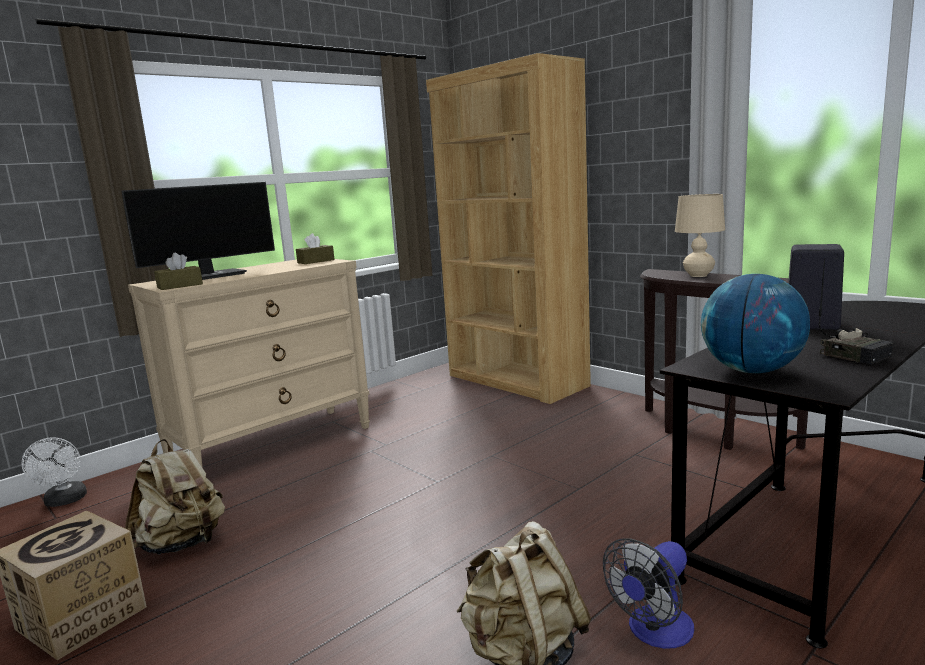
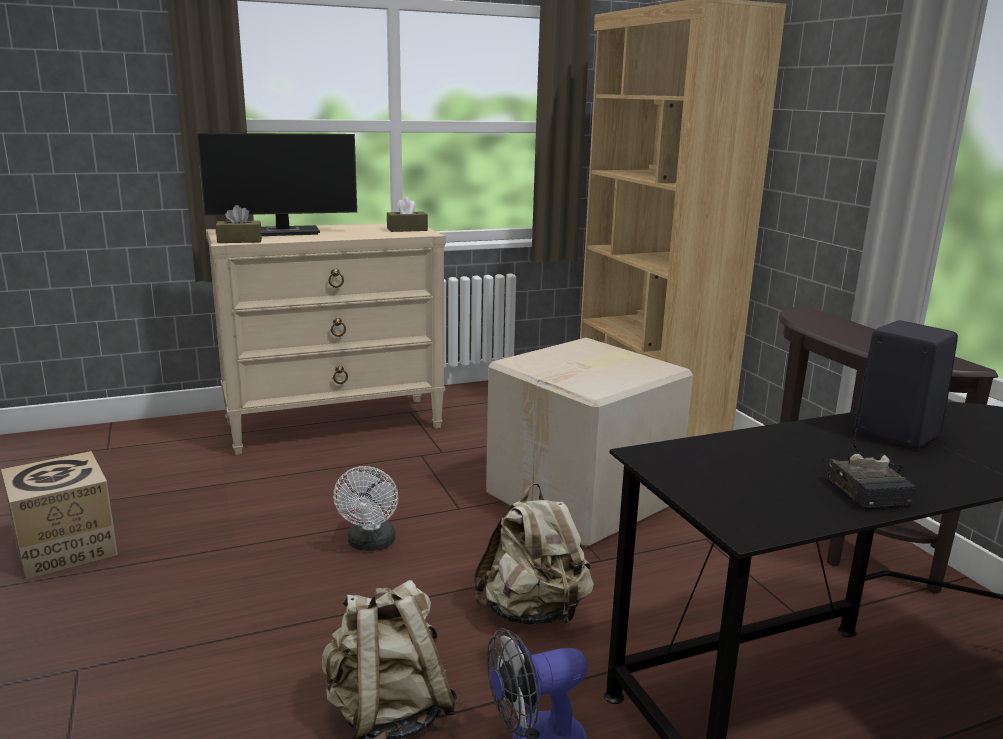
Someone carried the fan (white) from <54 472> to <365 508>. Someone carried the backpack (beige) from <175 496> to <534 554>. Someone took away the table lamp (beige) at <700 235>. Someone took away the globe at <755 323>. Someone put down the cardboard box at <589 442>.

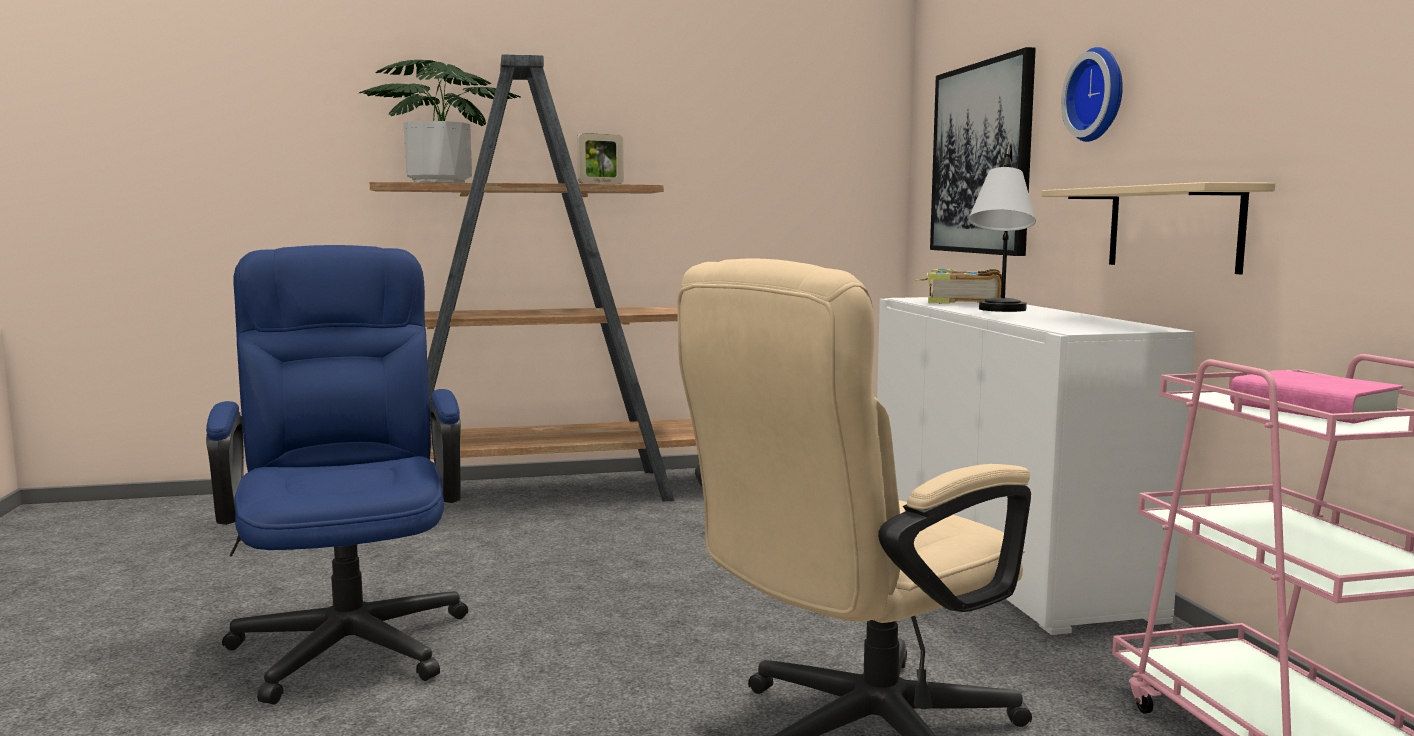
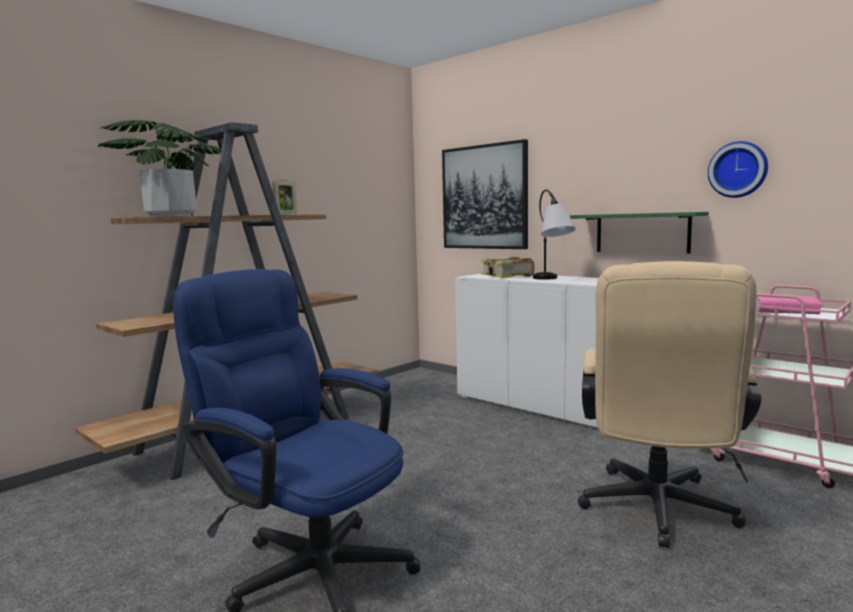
Someone repainted the shelf (beige) at <1158 228>, which became the shelf (green) at <639 233>. Someone carried the wall clock from <1092 94> to <738 169>.

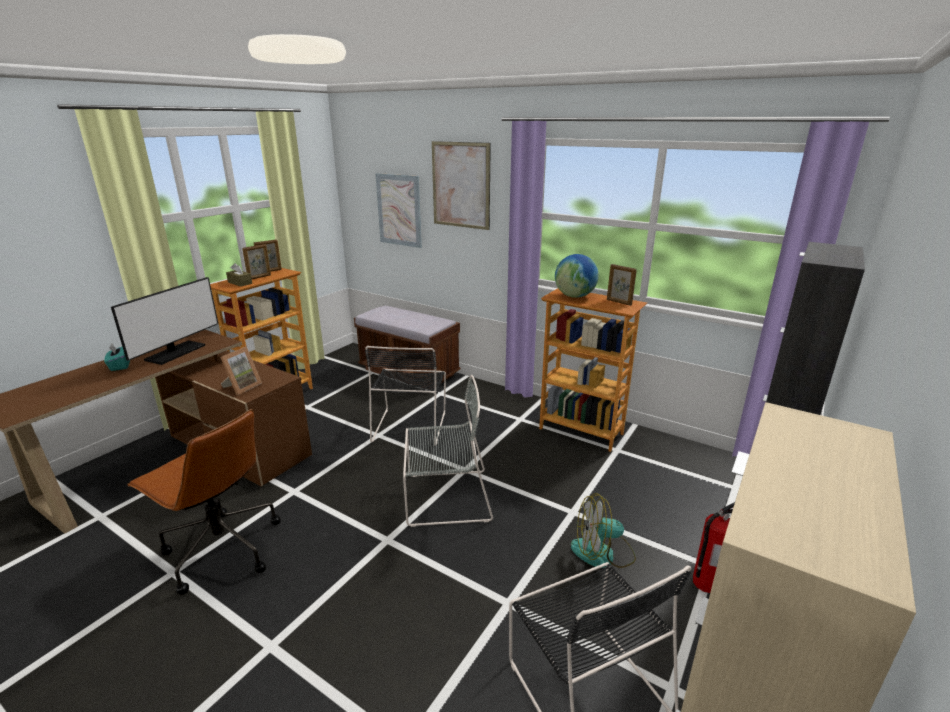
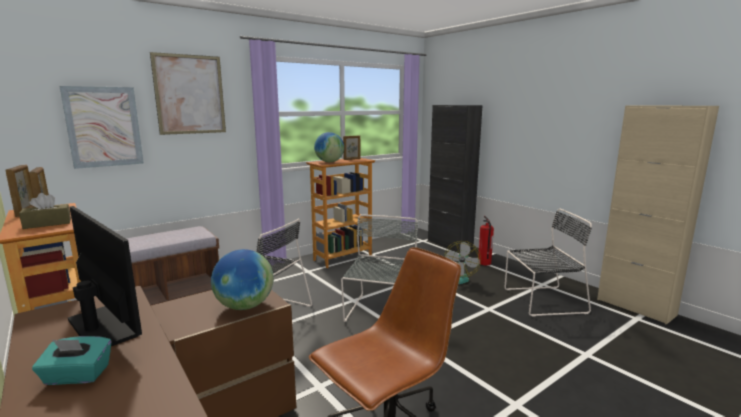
Someone swapped the picture frame at <241 371> for the globe at <242 279>.

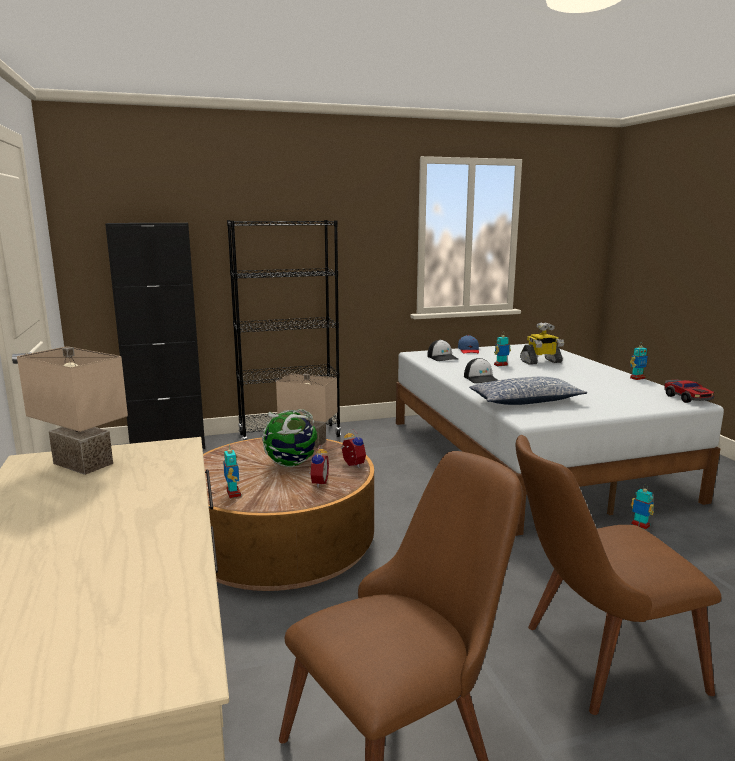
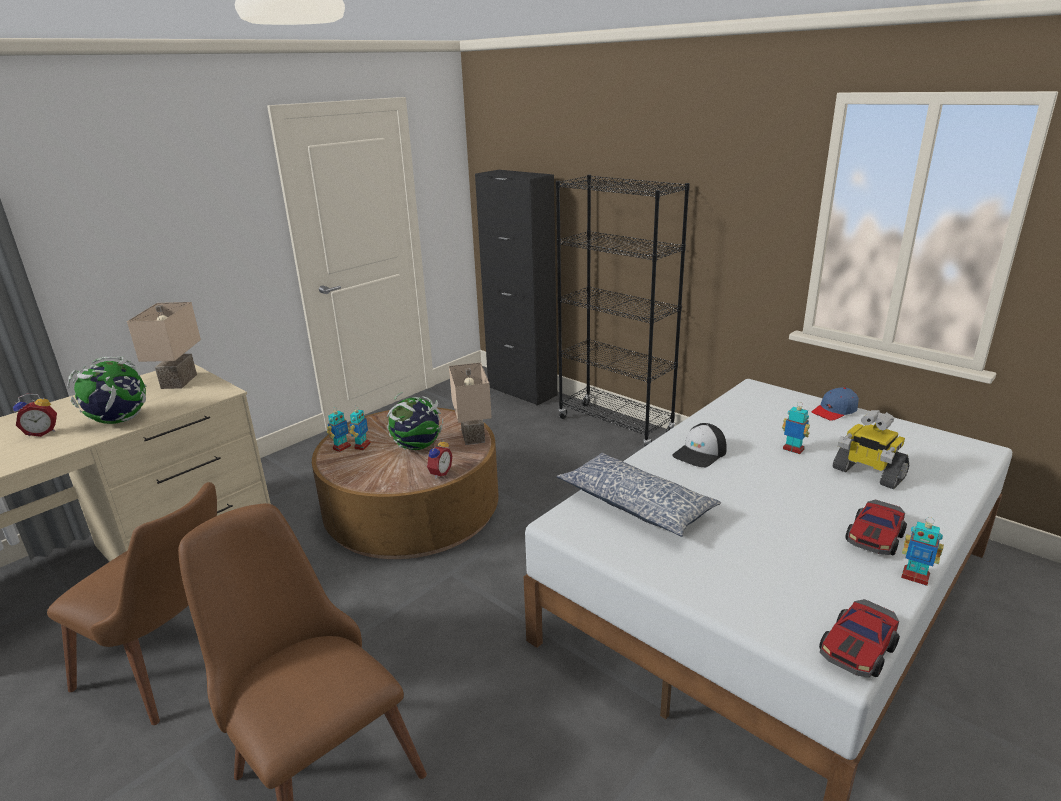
Someone carried the alarm clock from <318 466> to <35 415>. Someone took away the cap at <442 350>. Someone carried the toy robot from <642 507> to <360 427>. Someone put down the globe at <107 390>. Someone put down the toy car at <876 527>.

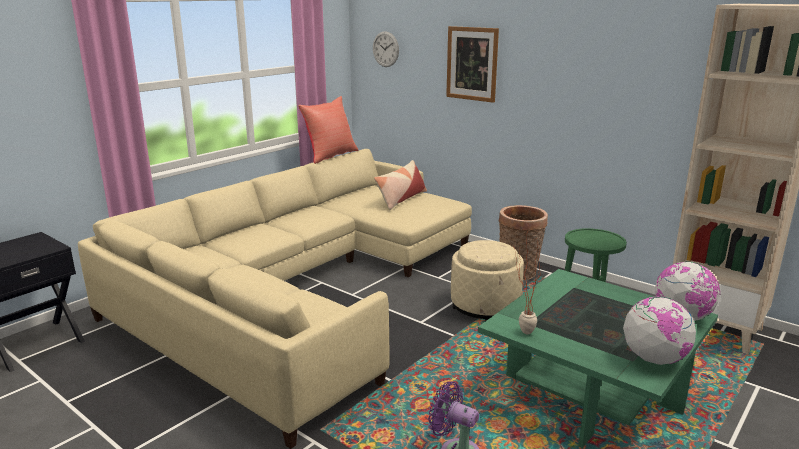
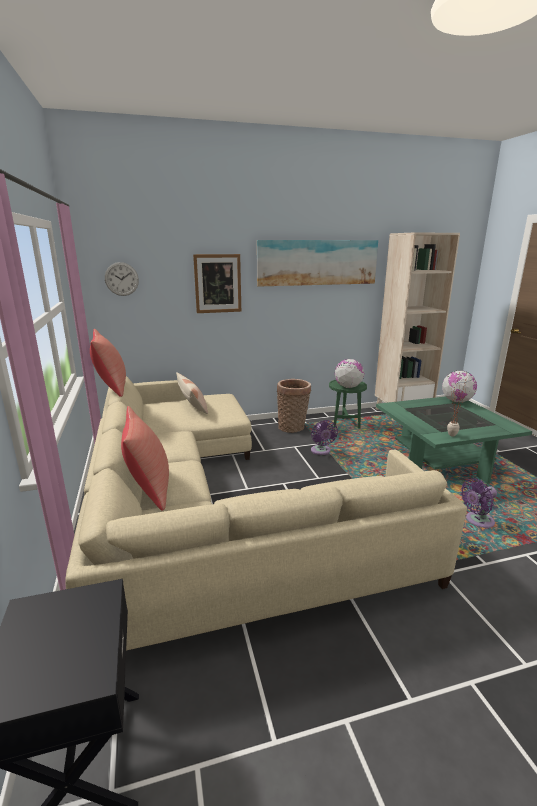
Someone swapped the ottoman (beige) at <487 280> for the fan (purple) at <324 437>. Someone carried the globe from <659 330> to <349 373>. Someone put down the pillow (red) at <145 458>. Someone put up the picture at <317 263>.

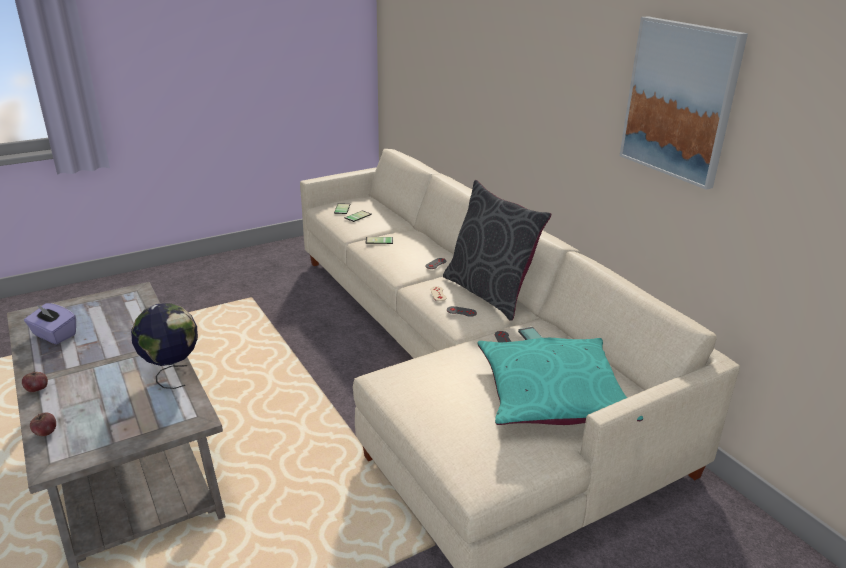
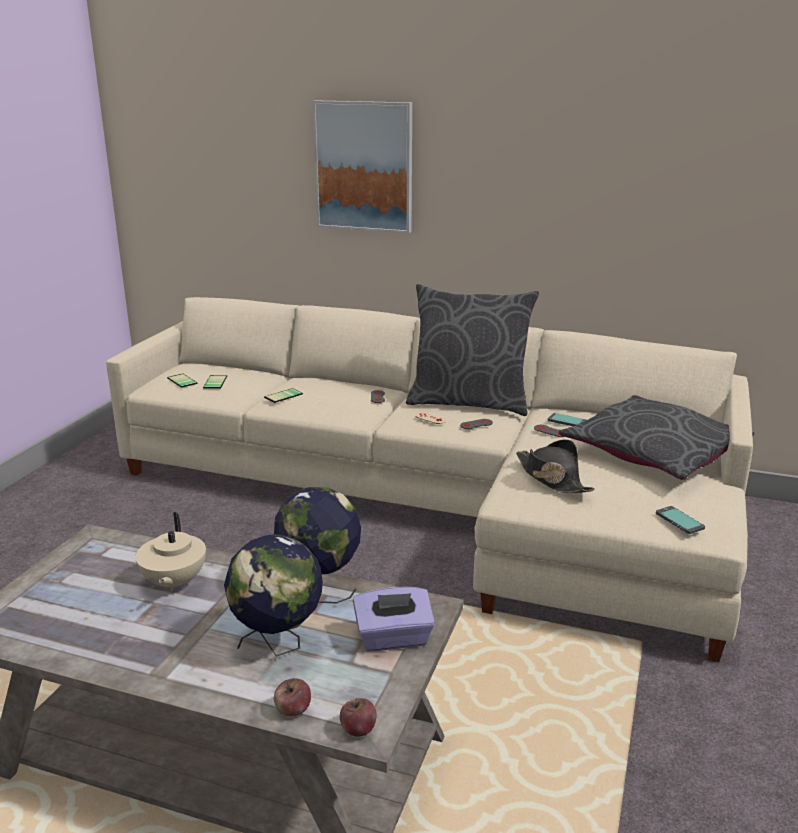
Someone carried the apple from <35 382> to <358 717>. Someone carried the tissue box (purple) from <50 323> to <394 619>. Someone repainted the pillow (turquoise) at <560 381>, which became the pillow (grey) at <656 437>. Someone carried the picture from <684 103> to <362 166>. Someone put down the teapot (beige) at <170 552>. Someone put down the globe at <273 595>. Someone put down the hat (black) at <555 466>. Someone put down the phone at <680 520>.

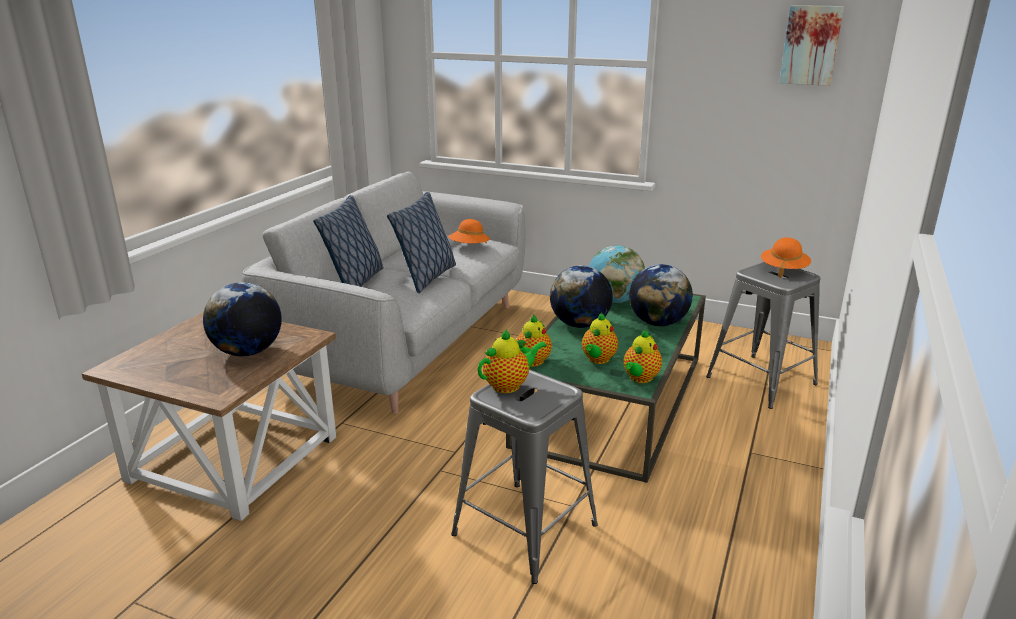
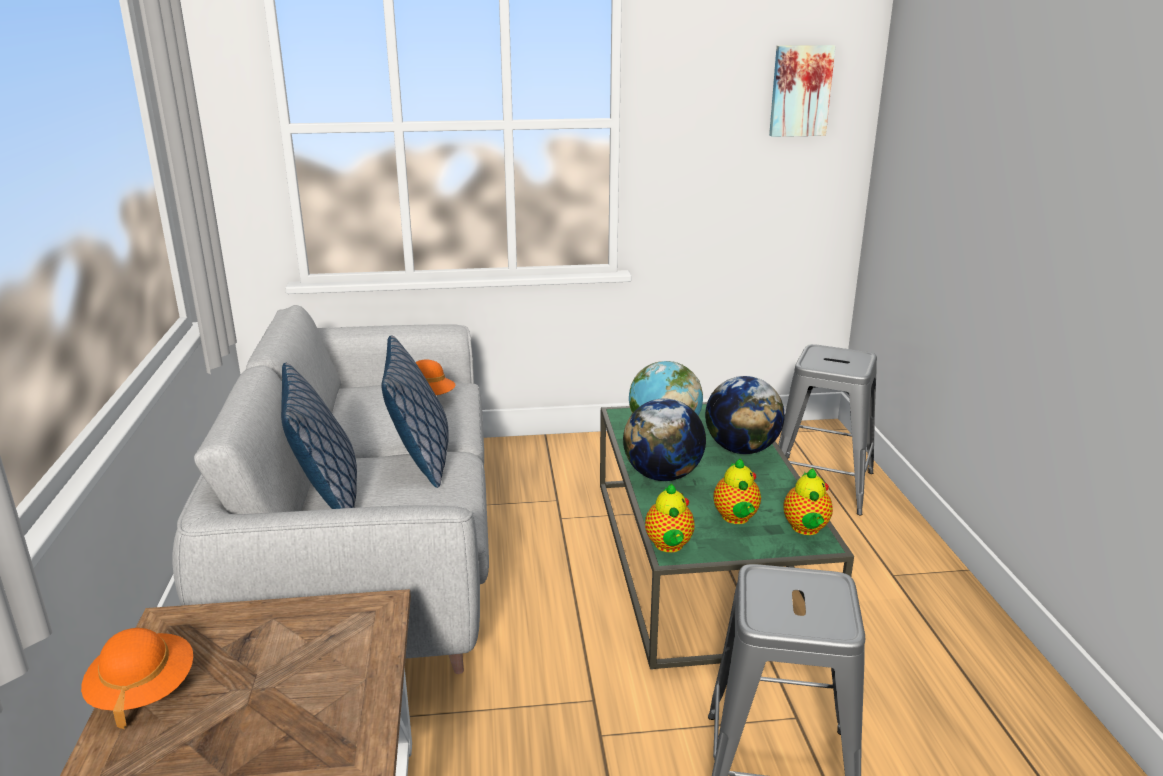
Someone took away the globe at <242 319>. Someone took away the teapot at <512 361>. Someone carried the hat (orange) from <786 258> to <137 678>.

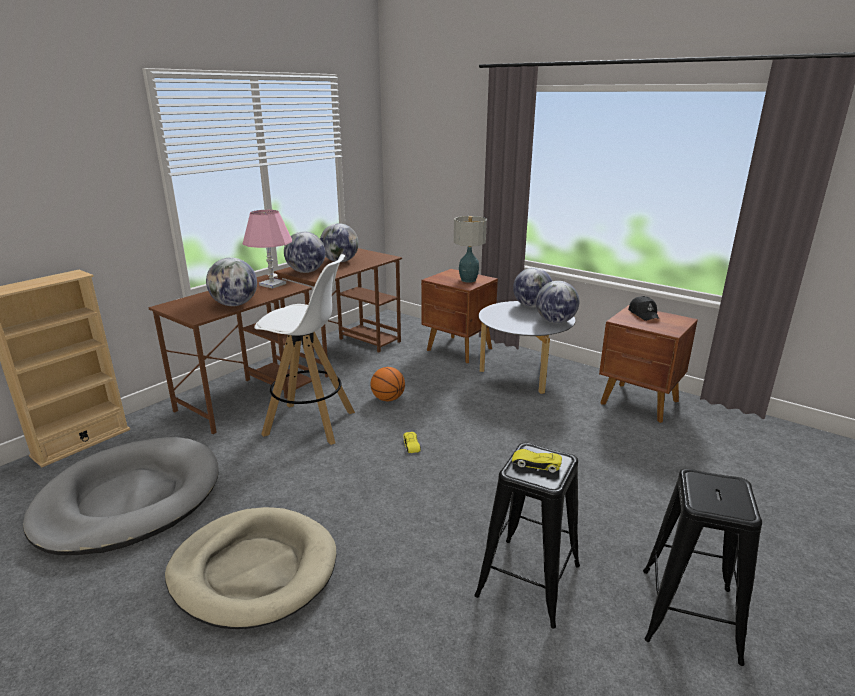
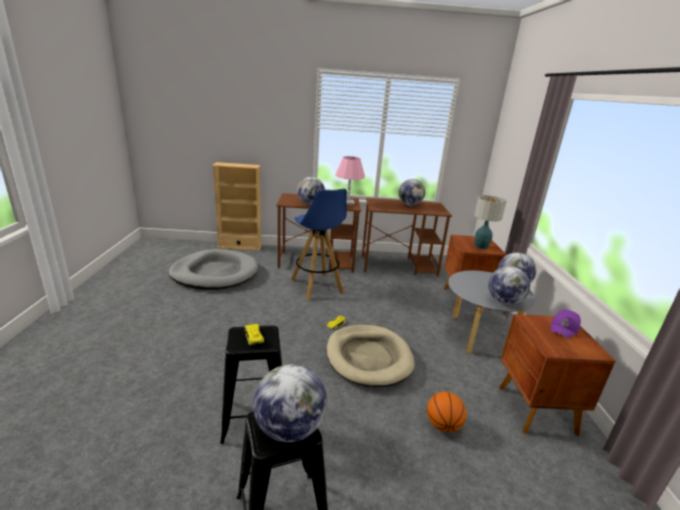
Someone carried the dog bed (beige) from <250 568> to <370 356>. Someone repainted the stool (white) at <304 349>, which became the stool (blue) at <319 244>. Someone carried the globe from <304 252> to <290 403>. Someone carried the basketball from <388 384> to <446 412>. Someone repainted the cap (black) at <643 308>, which became the cap (purple) at <566 323>.

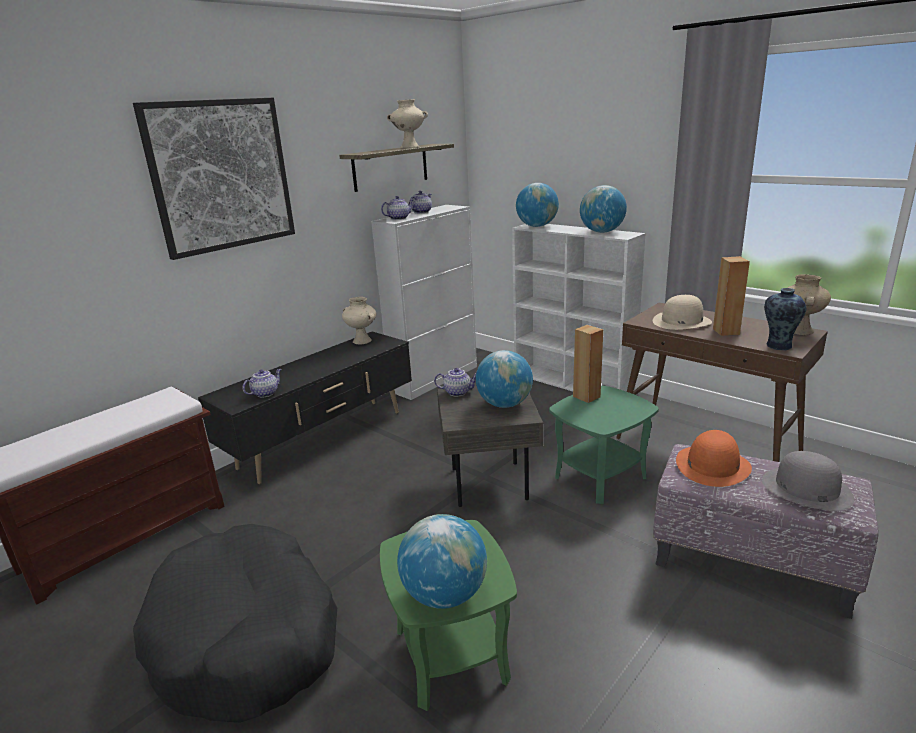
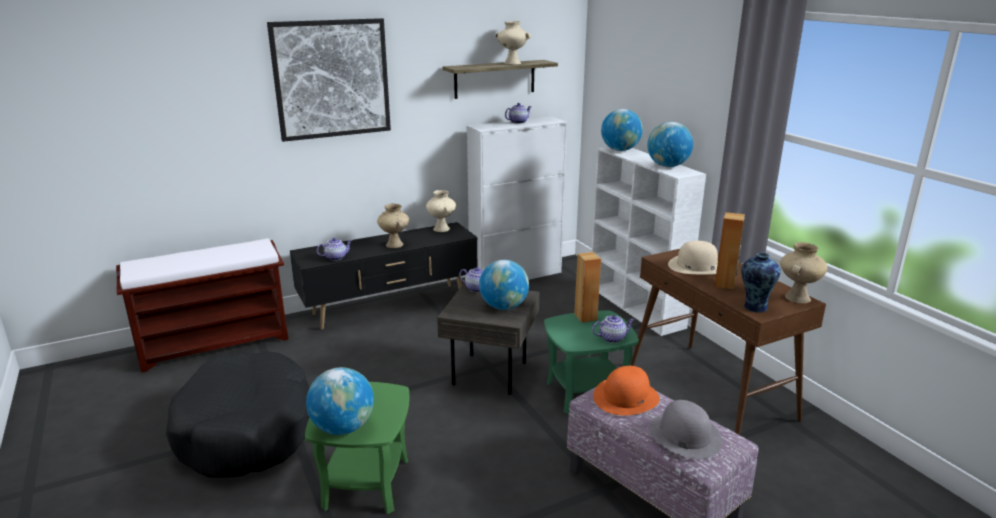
Someone carried the teapot from <397 208> to <613 329>. Someone put down the vase (beige) at <393 226>.

